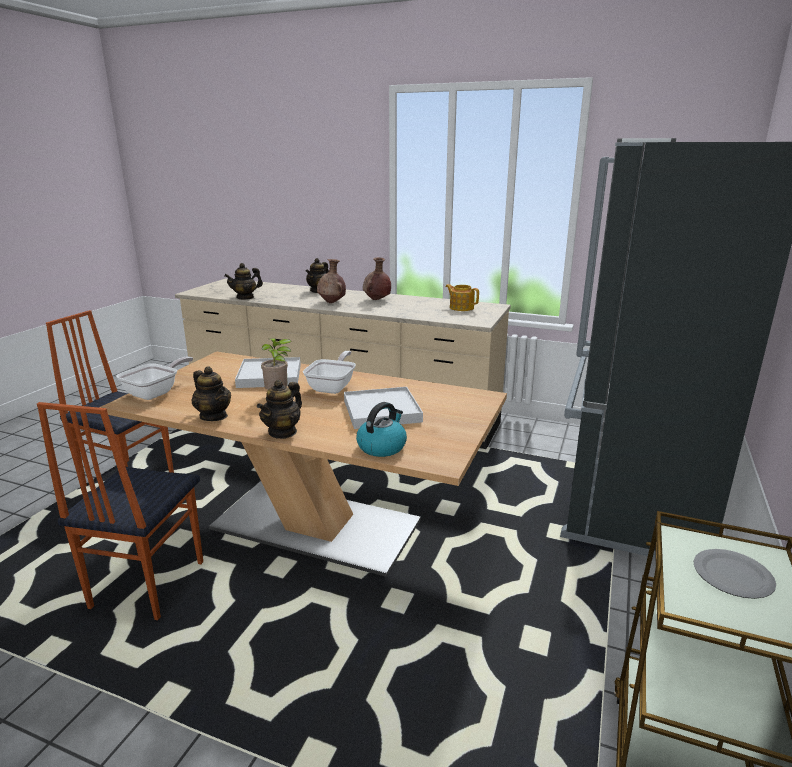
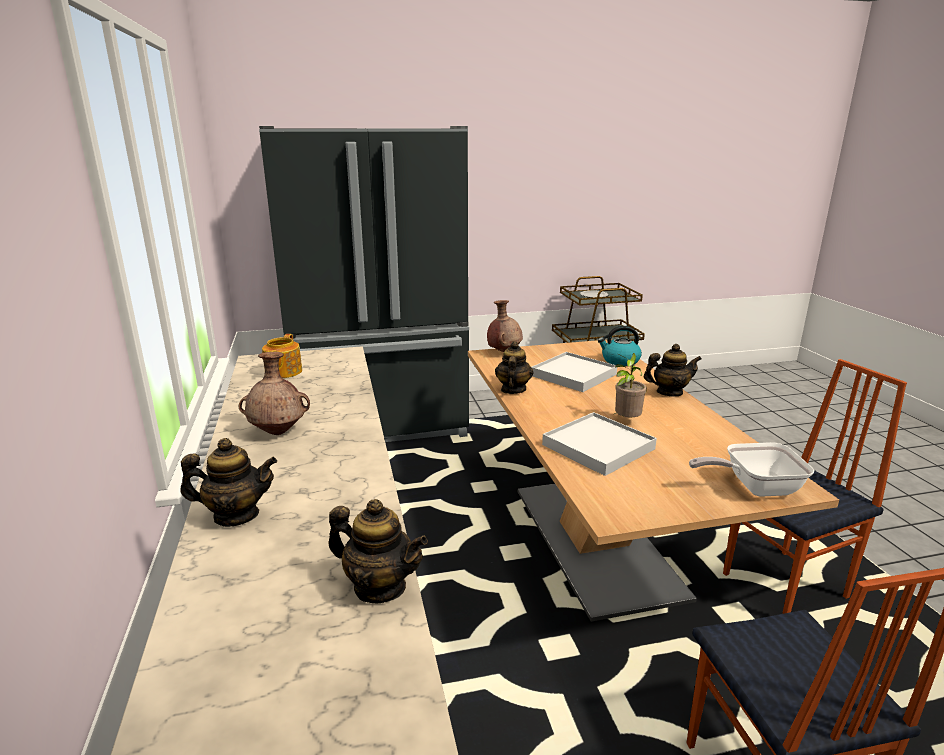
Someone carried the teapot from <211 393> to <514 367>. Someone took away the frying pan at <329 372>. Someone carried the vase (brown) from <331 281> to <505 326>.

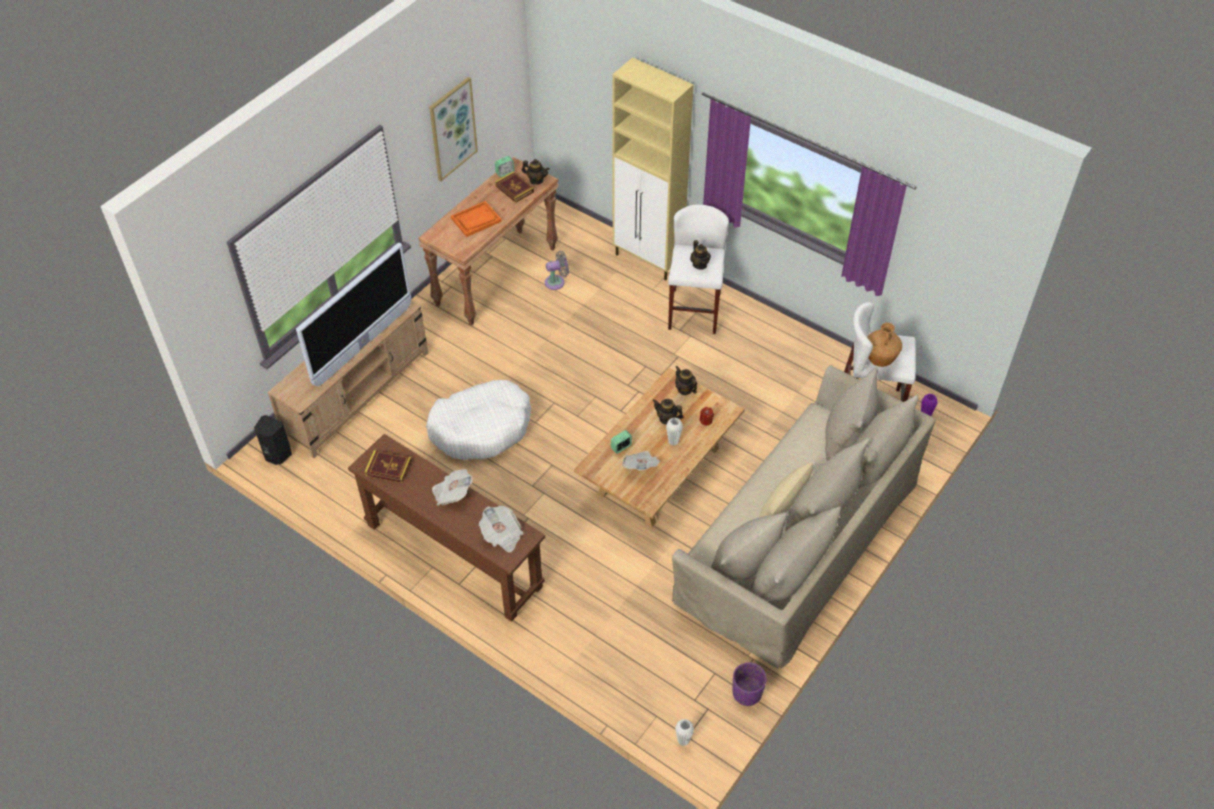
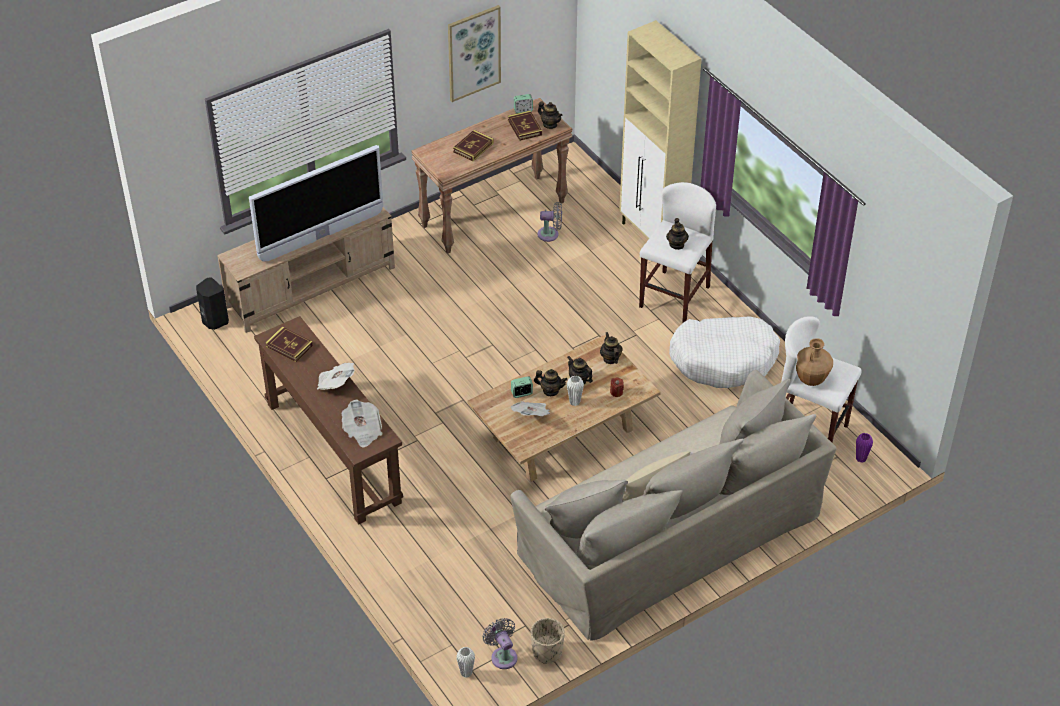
Someone carried the dog bed (white) from <478 420> to <724 352>. Someone swapped the tray (orange) at <476 219> for the book at <473 145>. Someone repainted the planter (purple) at <750 684>, which became the planter (beige) at <548 641>. Someone put down the fan (grey) at <499 643>. Someone put down the teapot at <551 382>.

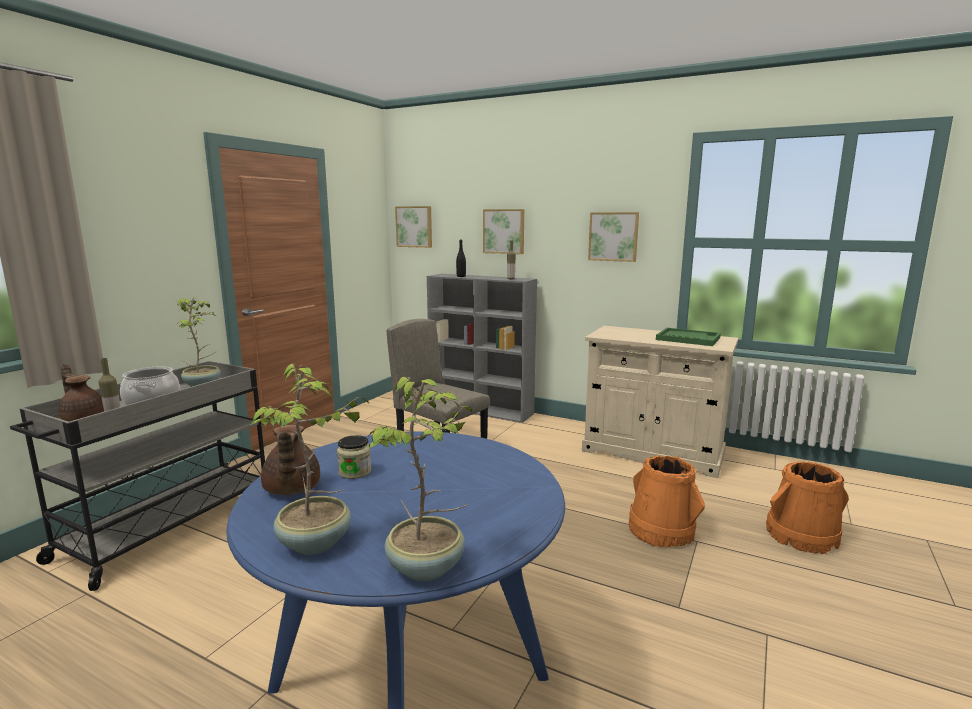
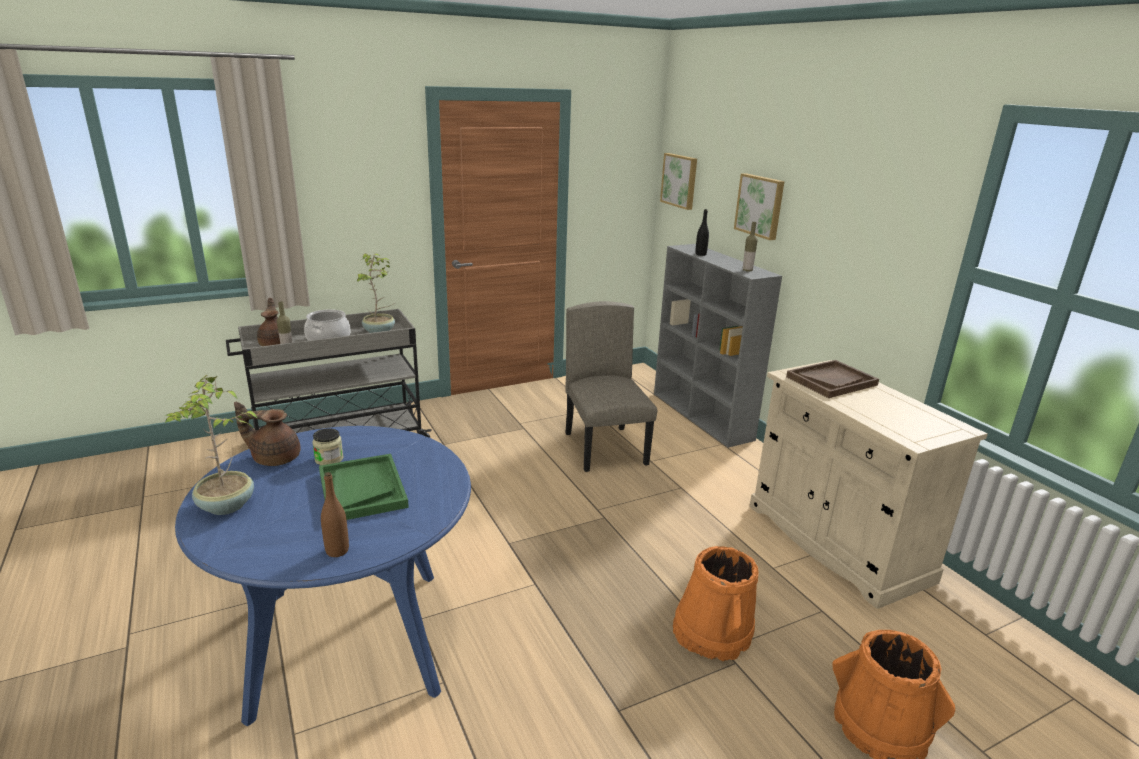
Someone rotated the teapot (brown) at <290 460> by 75 degrees clockwise. Someone took away the potted plant at <420 478>. Someone took away the picture at <613 237>. Someone carried the tray (green) from <688 337> to <364 487>. Someone put down the bottle (brown) at <335 514>. Someone put down the tray (brown) at <832 379>.

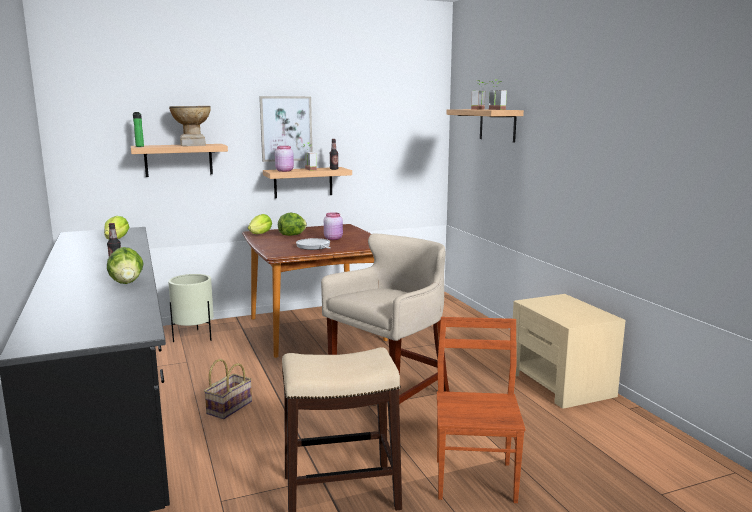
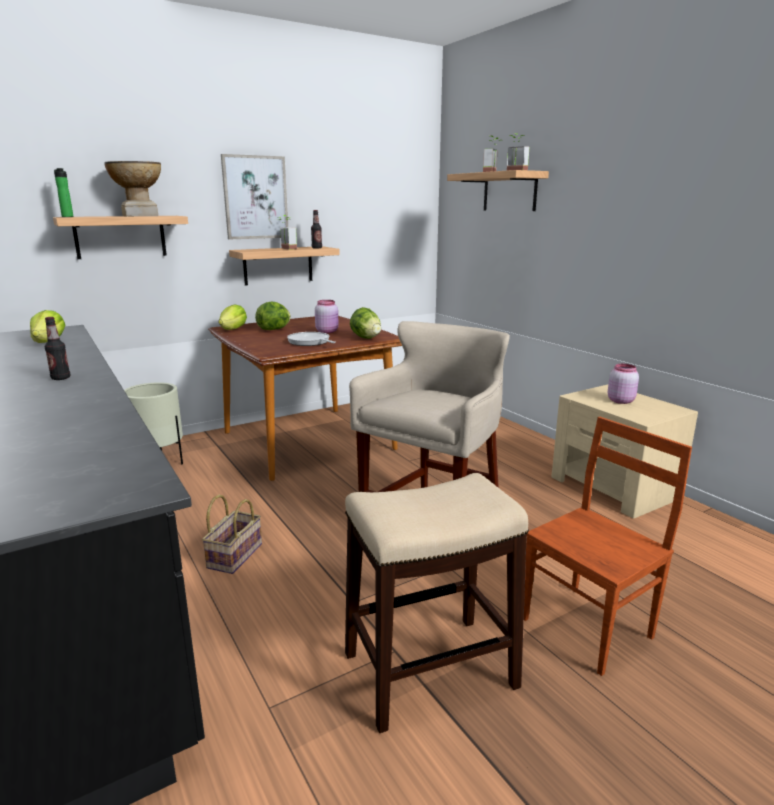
Someone carried the lettuce from <125 265> to <365 323>. Someone carried the jar (pink) from <284 159> to <623 384>. Someone rotated the chair (brown) at <481 410> by 60 degrees clockwise.

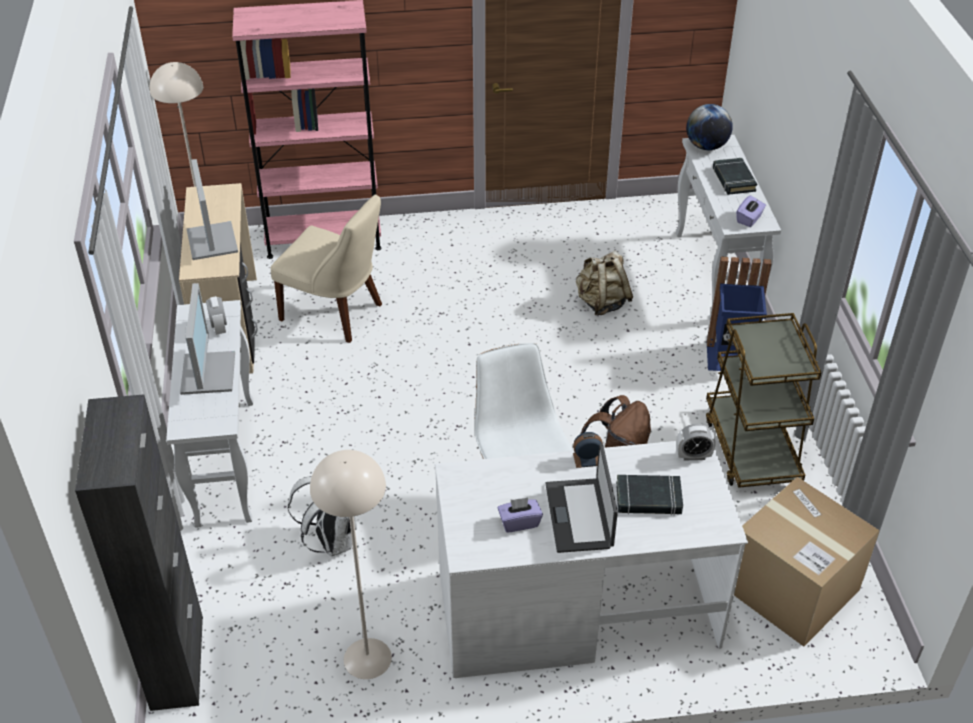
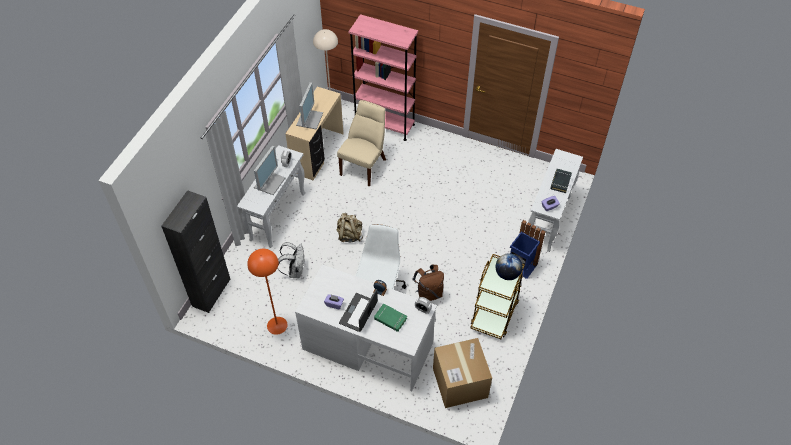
Someone rotated the chair (beige) at <326 269> by 120 degrees counterclockwise. Someone repainted the floor lamp (beige) at <351 564>, which became the floor lamp (orange) at <267 292>. Someone carried the backpack (beige) from <604 283> to <350 227>. Someone repainted the book (black) at <649 495>, which became the book (green) at <390 317>. Someone carried the globe from <709 127> to <509 266>.

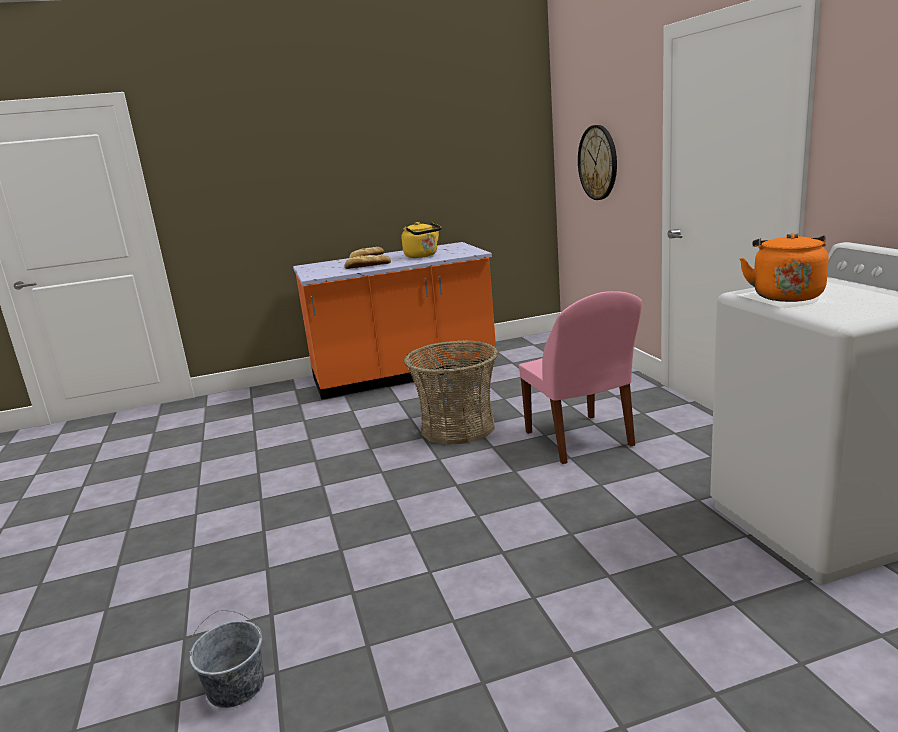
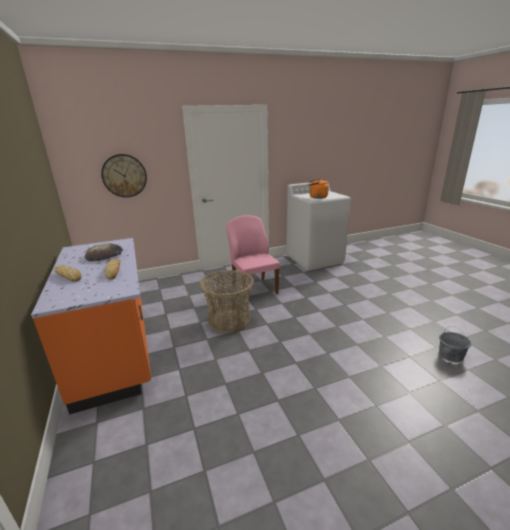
Someone swapped the kettle (yellow) at <421 240> for the bread at <104 252>. Someone rotated the chair (pink) at <580 377> by 90 degrees counterclockwise.

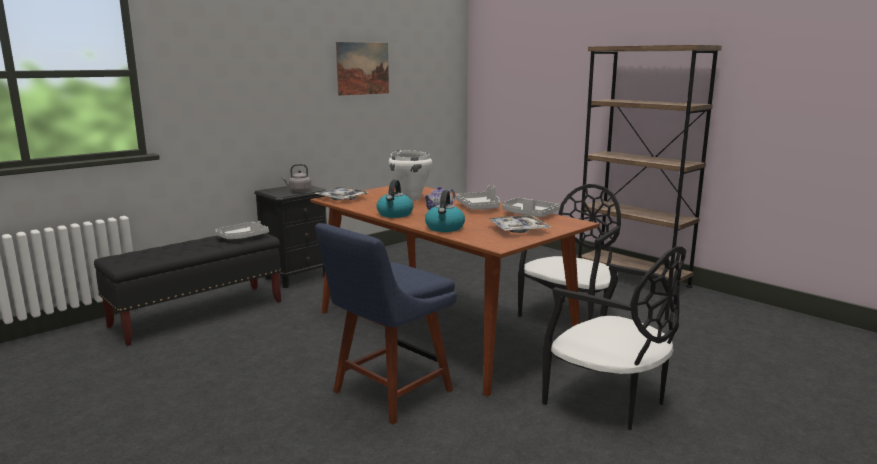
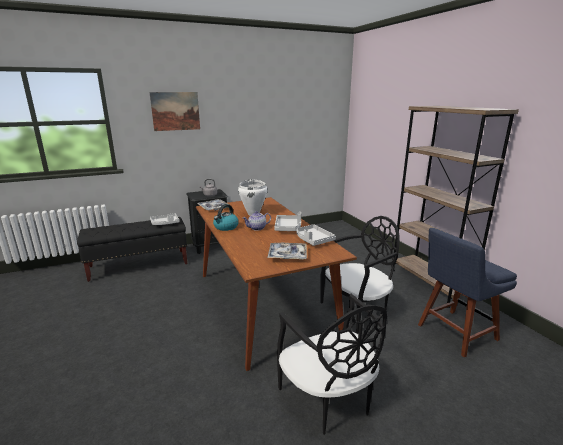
Someone carried the chair (blue) from <386 323> to <467 292>. Someone carried the picture from <362 69> to <175 111>. Someone took away the kettle at <445 211>.

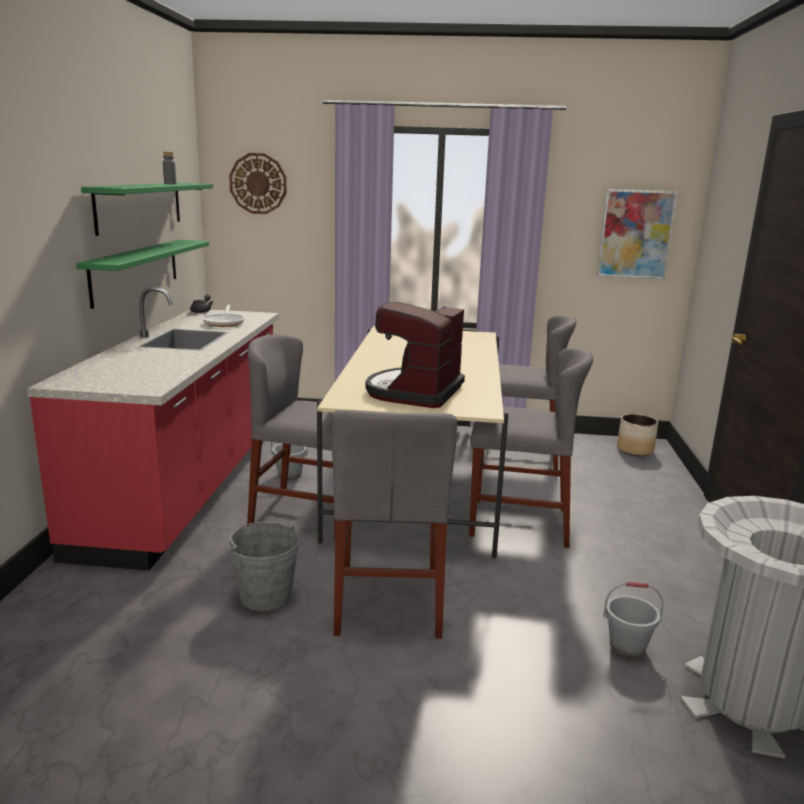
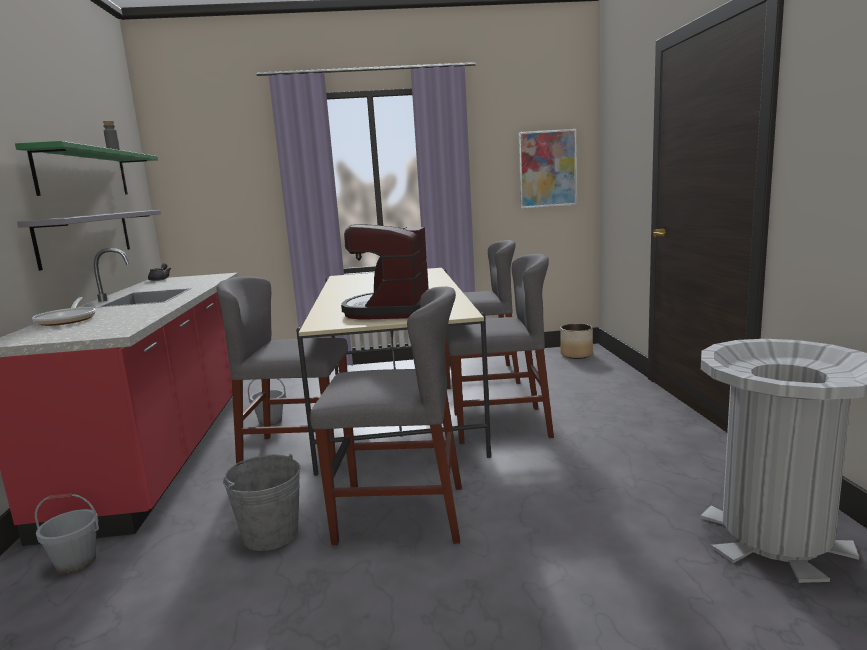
Someone repainted the shelf (green) at <142 274>, which became the shelf (grey) at <89 240>. Someone carried the frying pan from <223 315> to <64 311>. Someone took away the wall clock at <258 183>. Someone rotated the chair (grey) at <394 524> by 75 degrees counterclockwise. Someone carried the bucket (grey) from <633 620> to <67 533>.

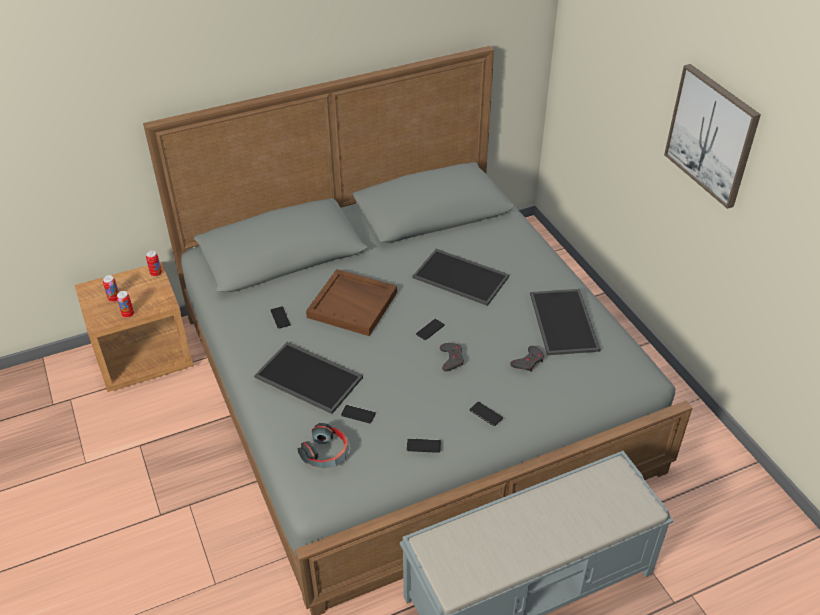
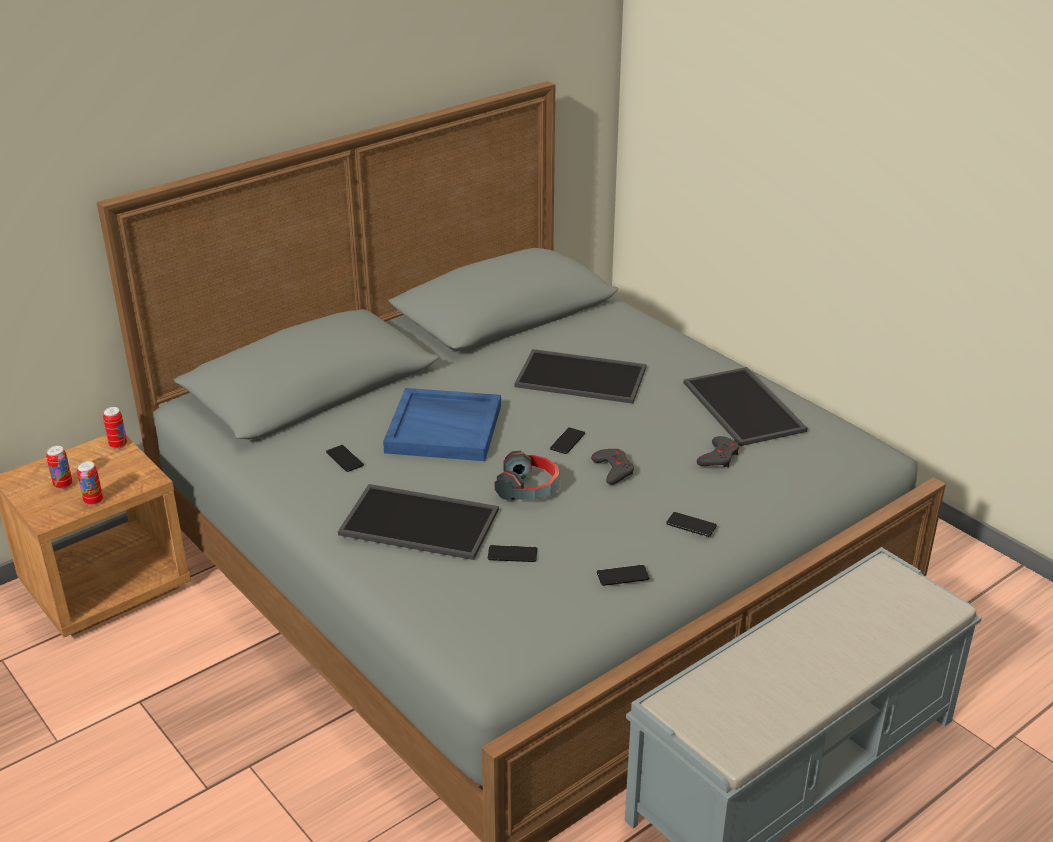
Someone carried the headphones from <323 445> to <527 476>. Someone repainted the tray (brown) at <351 302>, which became the tray (blue) at <442 424>. Someone took away the picture at <712 136>.

